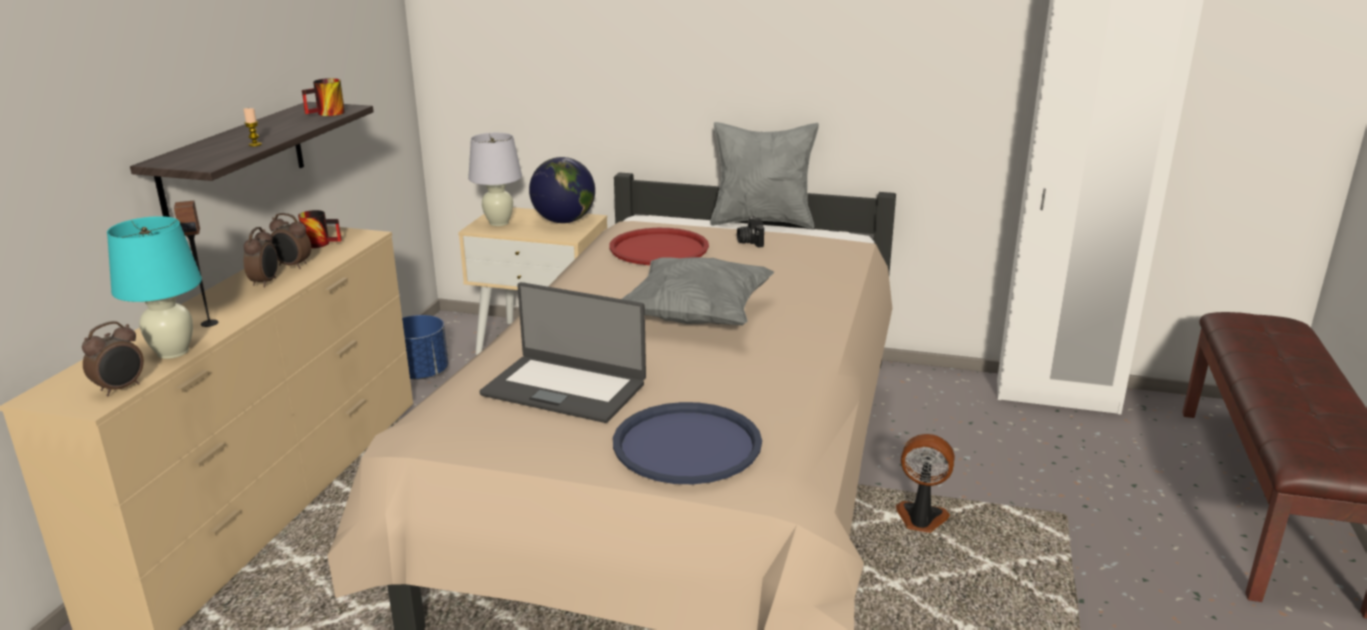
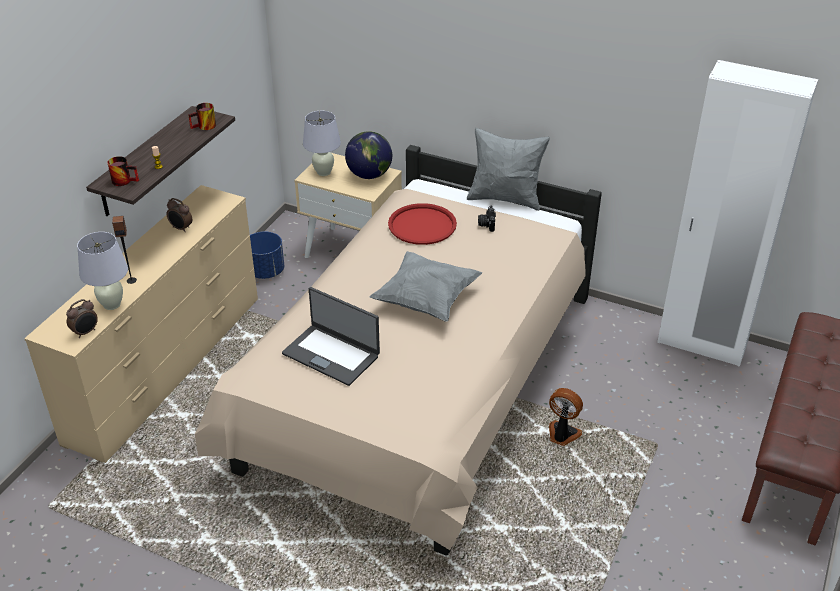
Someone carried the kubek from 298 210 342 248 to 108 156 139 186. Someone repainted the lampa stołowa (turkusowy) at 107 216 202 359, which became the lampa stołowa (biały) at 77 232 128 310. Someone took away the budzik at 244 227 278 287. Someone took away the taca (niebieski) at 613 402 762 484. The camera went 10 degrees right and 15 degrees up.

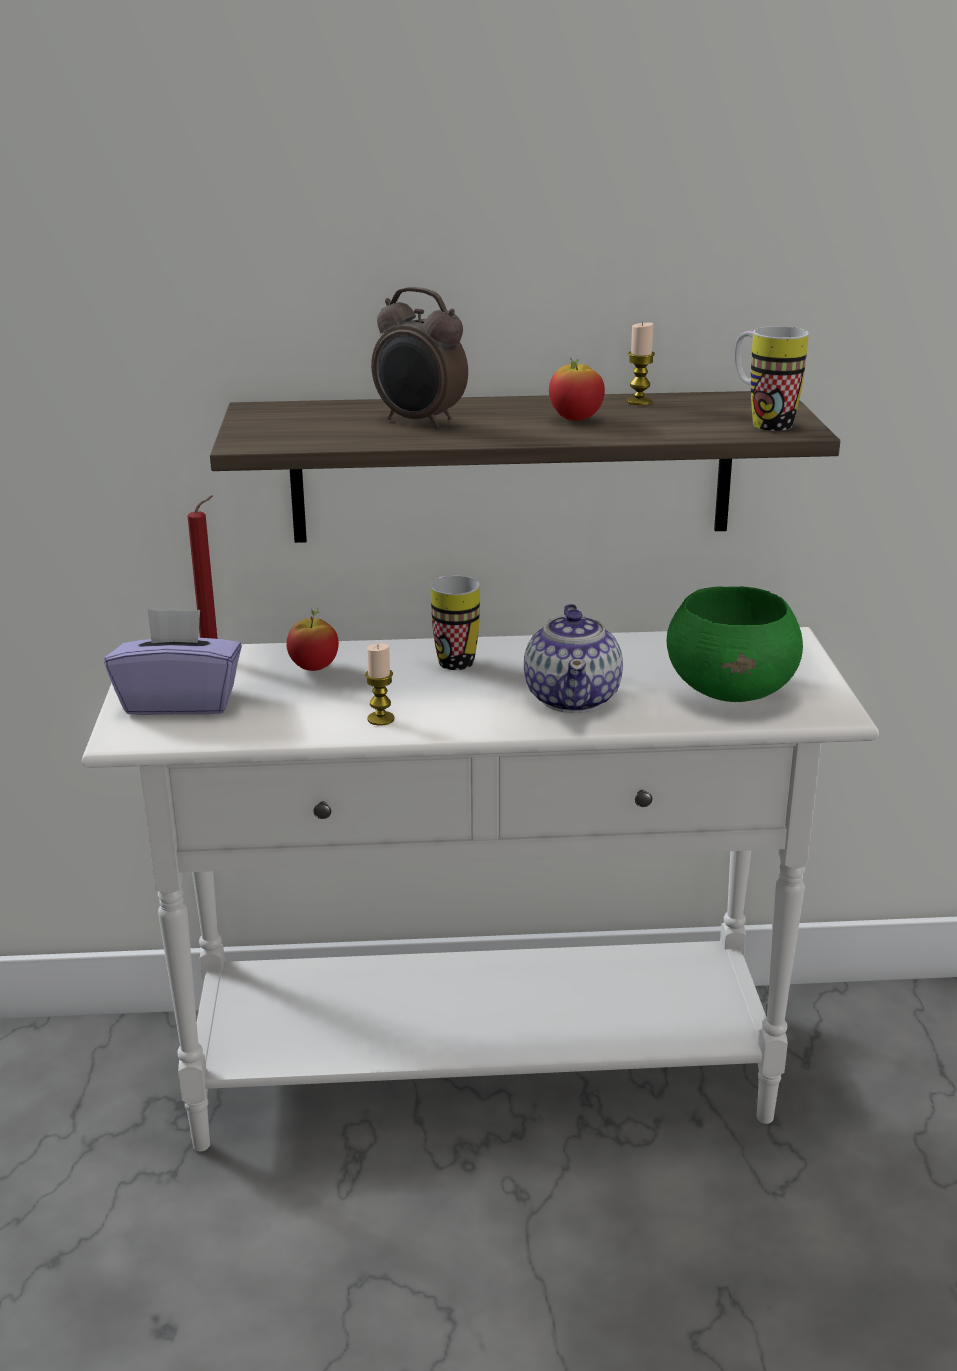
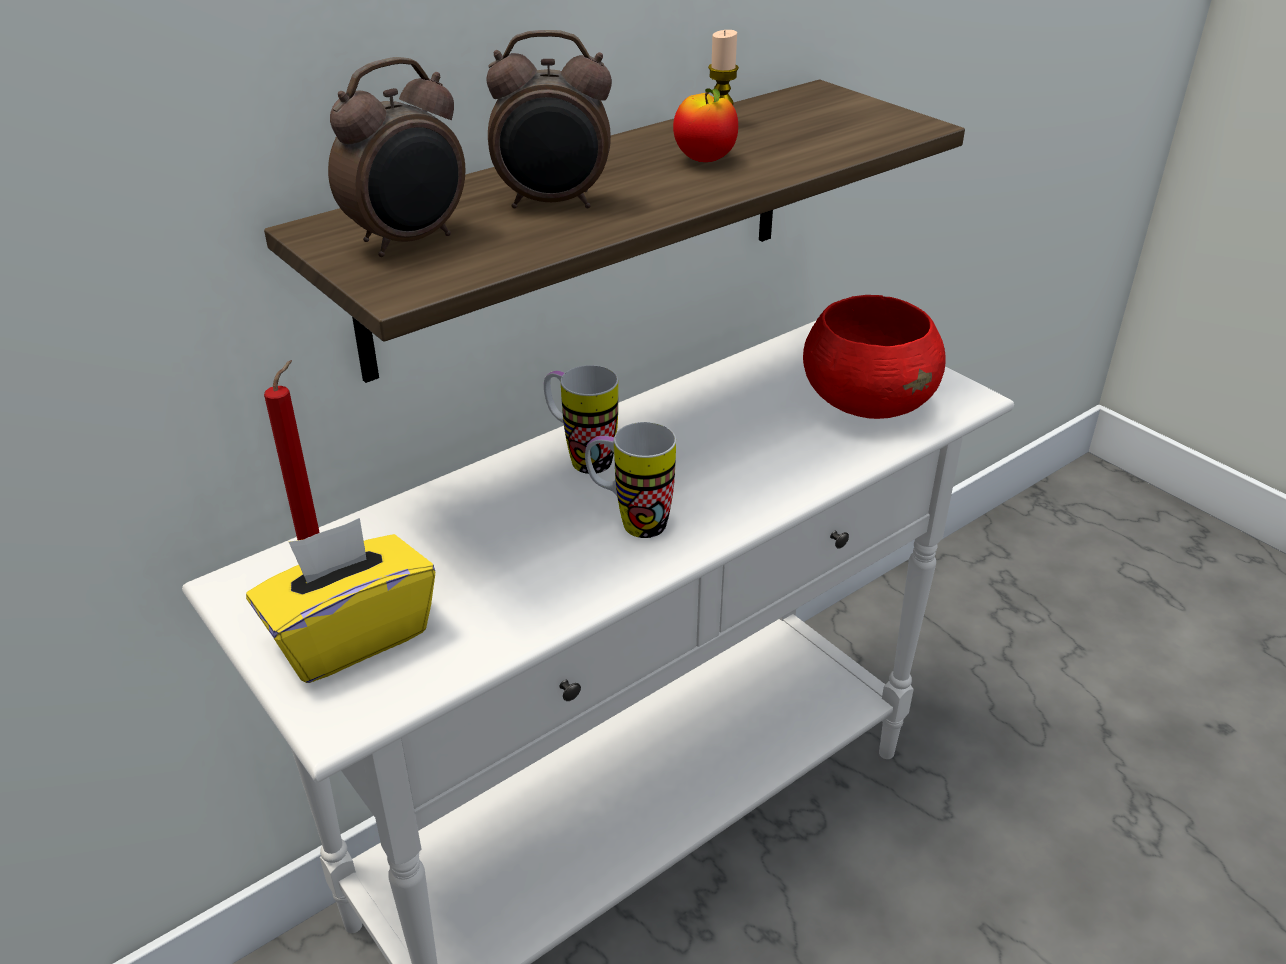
Someone carried the kubek from 734 326 809 431 to 585 422 676 538. Someone repainted the miska (zielony) at 667 586 803 702, which became the miska (czerwony) at 803 295 946 419. Someone took away the imbryk at 524 604 623 713. Someone took away the jabłko at 286 607 339 671. Someone repainted the pudełko chusteczek (fioletowy) at 104 609 242 715, which became the pudełko chusteczek (żółty) at 246 518 435 683. Someone took away the świeca at 365 643 394 726. Someone put down the budzik at 328 57 465 257. The camera went 35 degrees left and 10 degrees up.

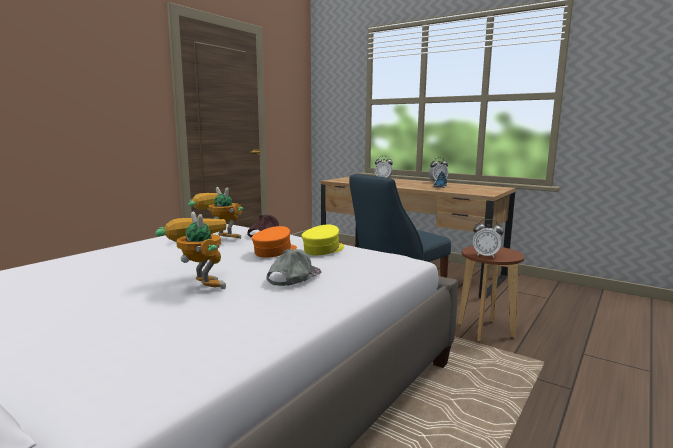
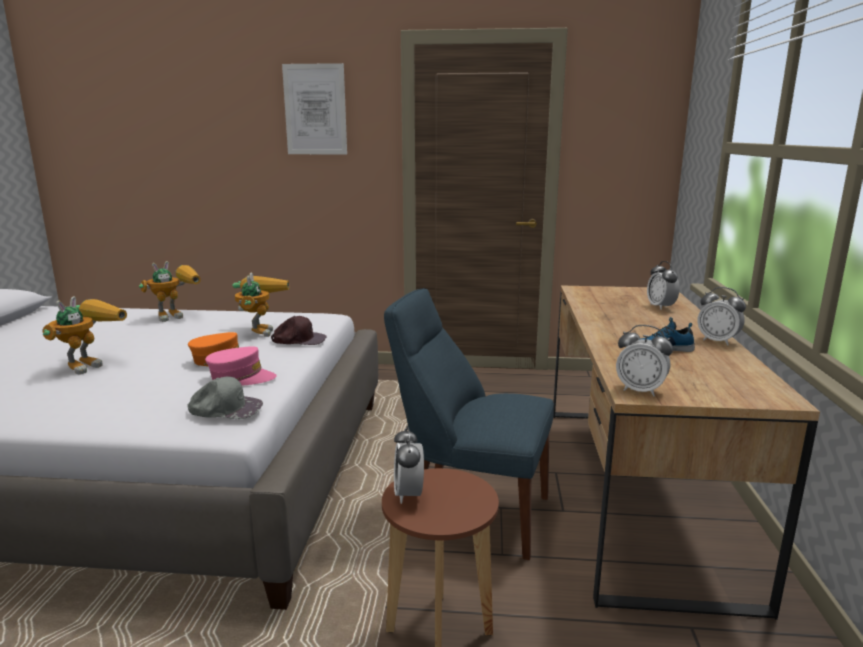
Someone repainted the czapka z daszkiem (żółty) at 302 225 344 255, which became the czapka z daszkiem (różowy) at 205 346 276 386. Someone carried the czapka z daszkiem (szary) from 267 249 321 286 to 187 377 263 419. Someone put up the obraz at 282 63 347 154. Someone put down the robot zabawkowy at 139 261 201 322. Someone put down the budzik at 616 325 673 396. The camera went 60 degrees right and 5 degrees up.

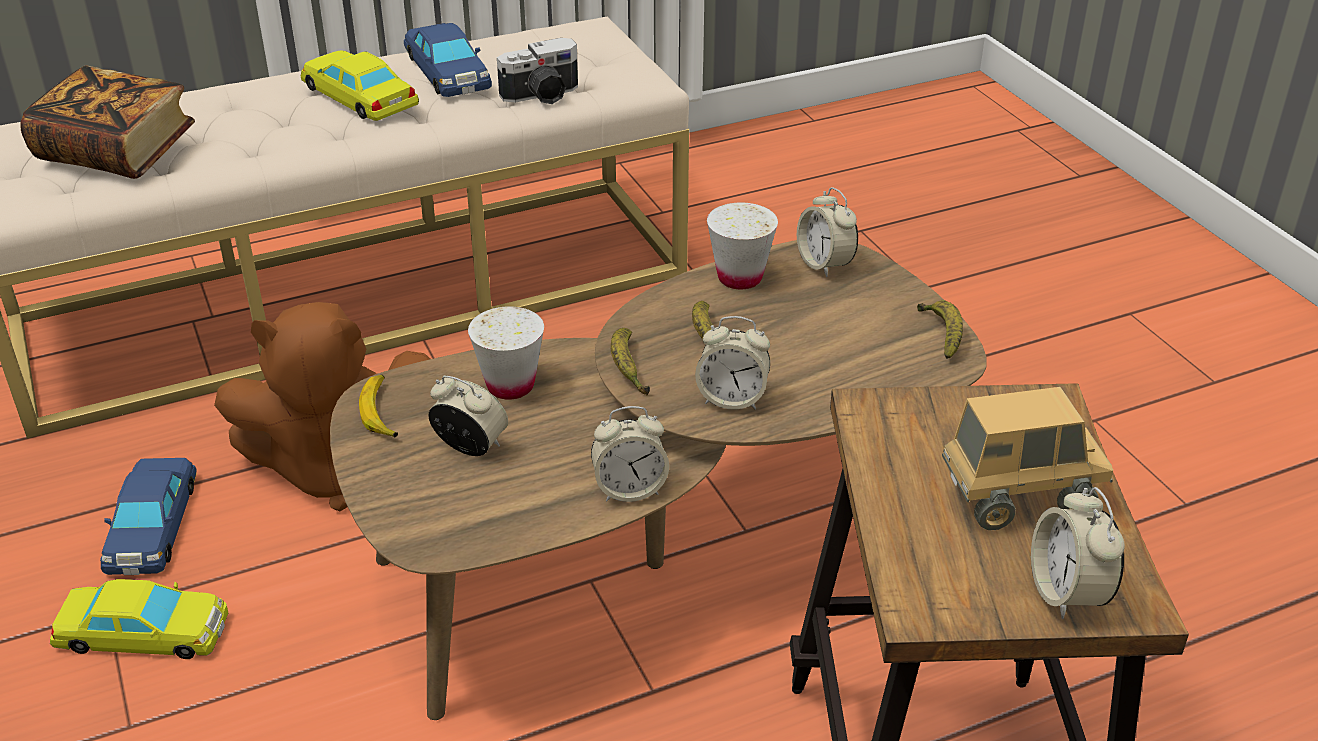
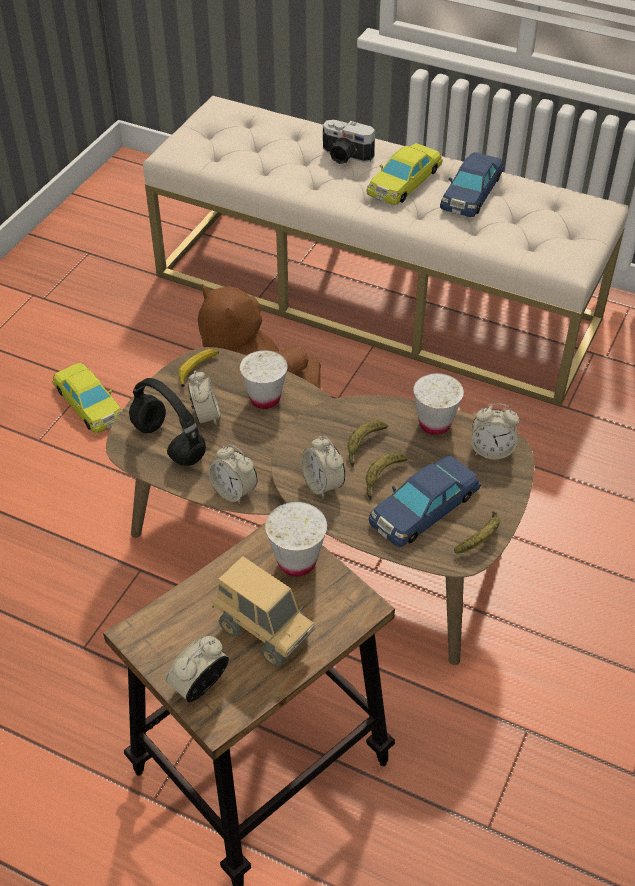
Someone carried the aparat fotograficzny from 497 38 578 104 to 323 120 375 164. Someone rotated the samochodzik (żółty) at 301 50 419 121 by 150 degrees counterclockwise. Someone took away the książka at 20 65 195 179. Someone rotated the budzik at 797 187 858 277 by 105 degrees counterclockwise. Someone carried the banan from 611 328 650 395 to 366 452 409 500. Someone carried the samochodzik (niebieski) from 100 458 196 575 to 369 456 481 547. Someone put down the słuchawki (czarny) at 129 378 206 466. Someone put down the filiżanka (biały) at 265 502 327 576. The camera went 50 degrees right and 10 degrees up.

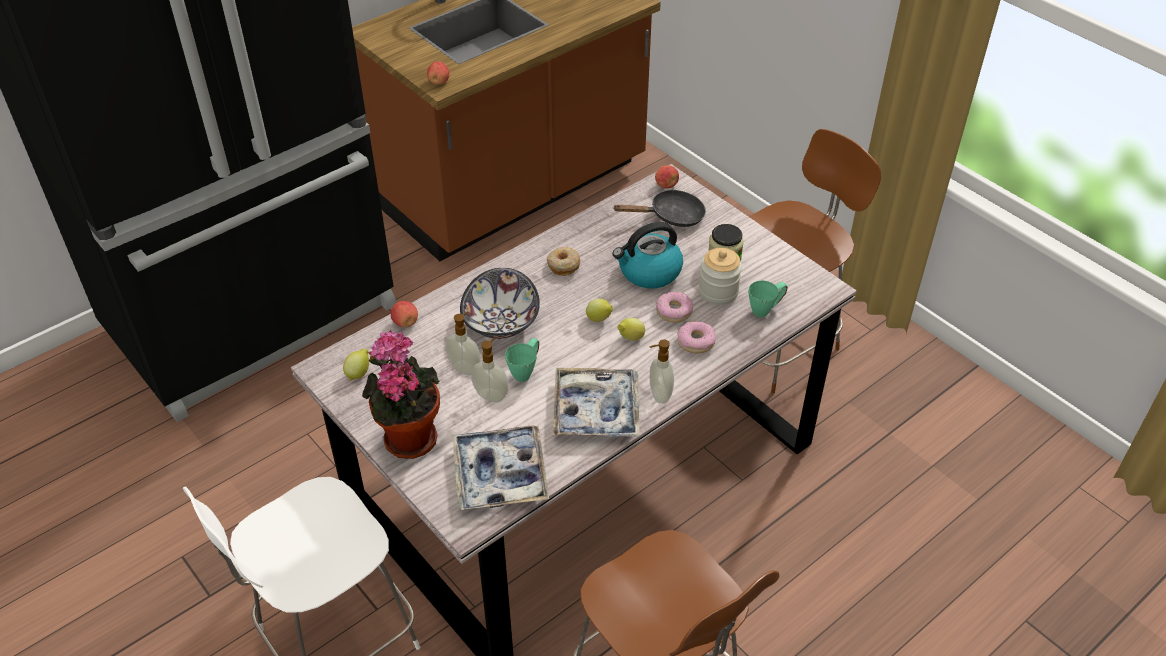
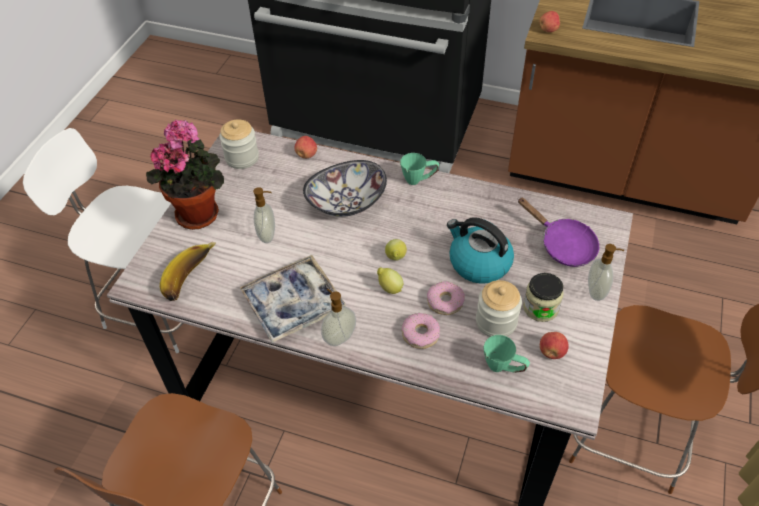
Someone carried the jabłko from 655 165 679 188 to 540 332 569 359. Someone repainted the patelnia (czarny) at 613 189 706 227, which became the patelnia (fioletowy) at 518 197 599 267. Someone took away the donut at 547 247 580 276. Someone carried the dozownik mydła from 446 311 481 375 to 588 244 624 301. Someone carried the kubek (zielony) from 505 338 539 382 to 400 153 439 185. Someone swapped the cytryna at 343 349 369 381 for the słoik at 219 119 259 169. Someone swapped the taca at 452 425 549 510 for the banan at 160 242 216 301. The camera went 60 degrees right and 5 degrees up.

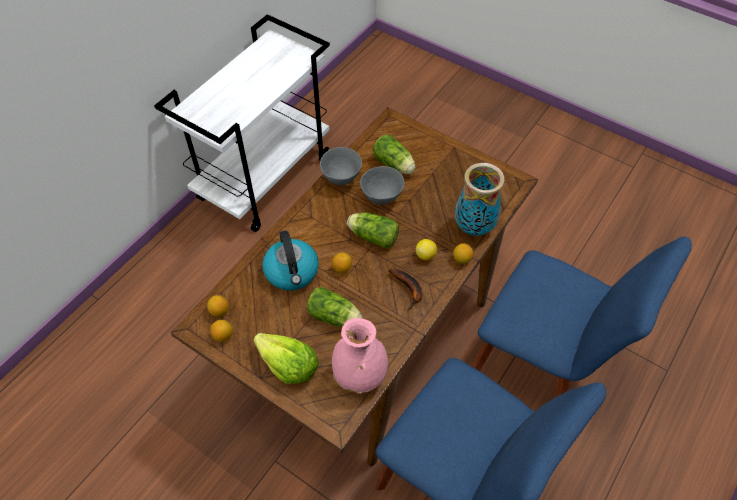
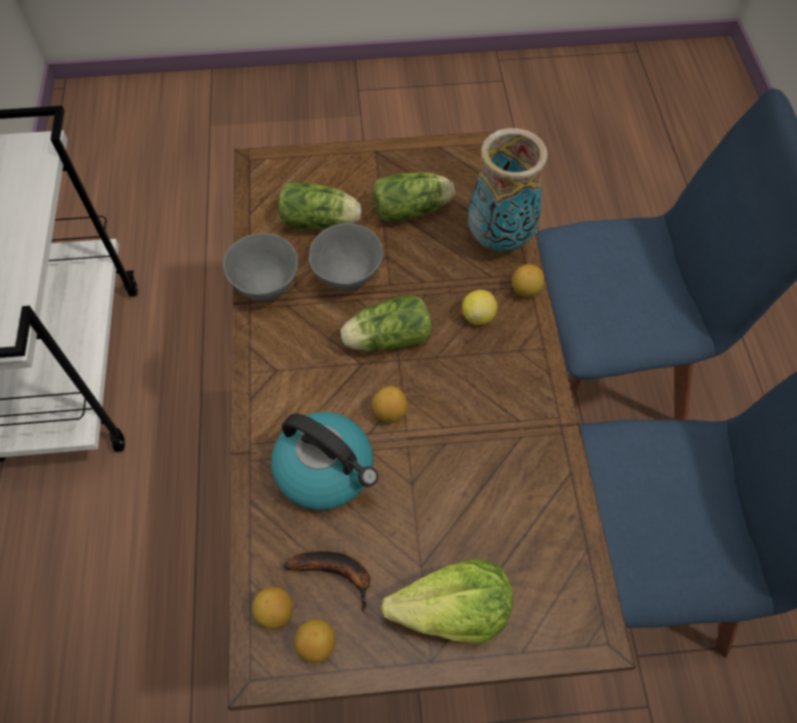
Someone carried the banan from 389 269 422 310 to 284 551 370 612. Someone carried the sałata from 307 287 362 327 to 373 172 455 222. Someone took away the wazon (różowy) at 332 318 388 394. The camera went 40 degrees left and 5 degrees up.

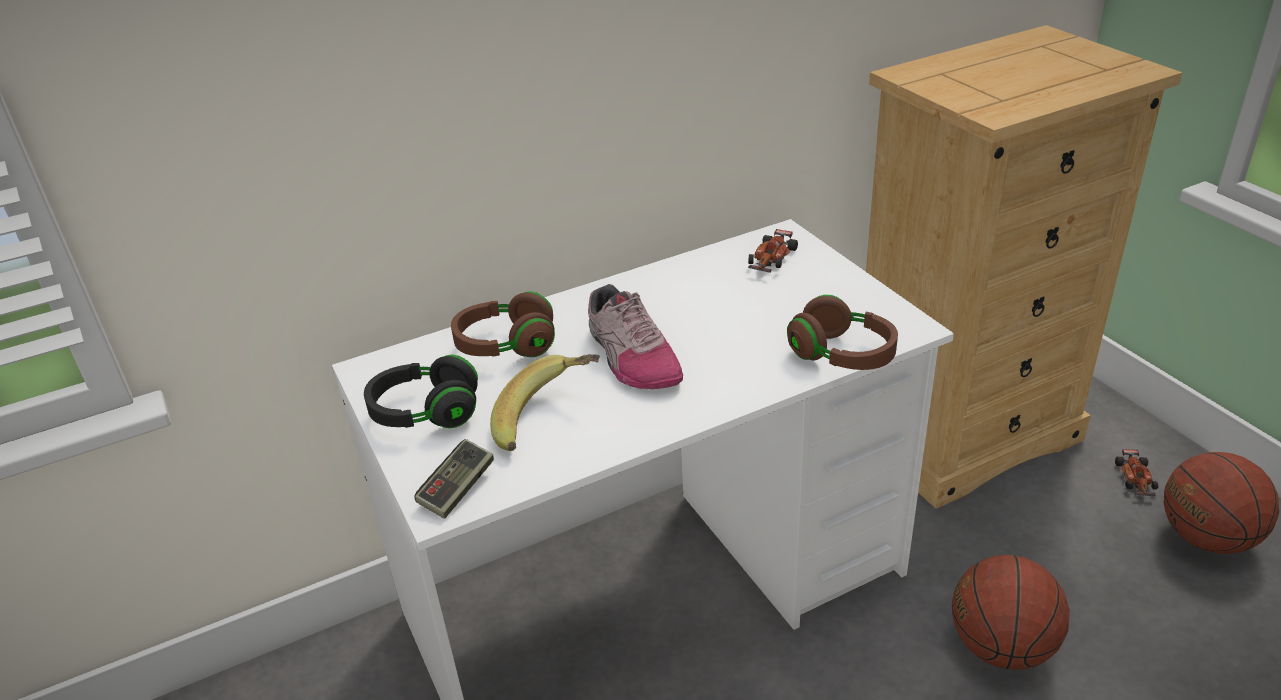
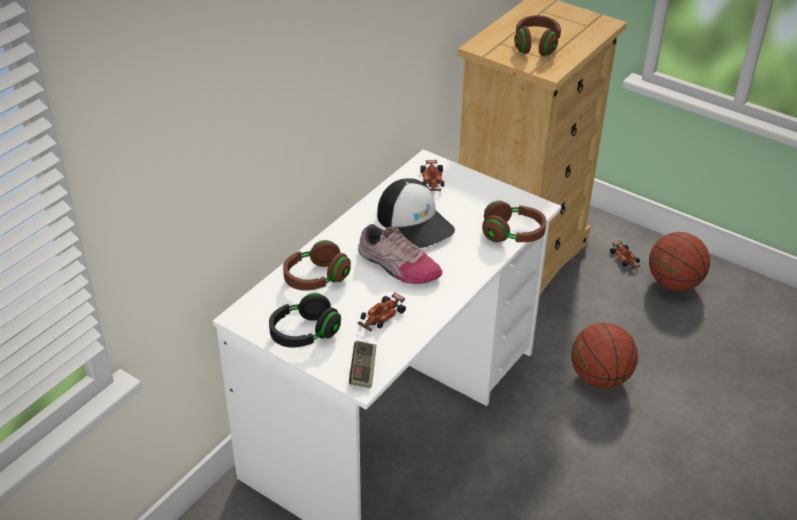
Someone swapped the banan at 490 354 600 451 for the samochodzik at 357 293 406 332. Someone put down the słuchawki (brązowy) at 514 15 561 56. Someone put down the czapka z daszkiem at 377 178 455 248. The camera went 30 degrees left and 5 degrees up.

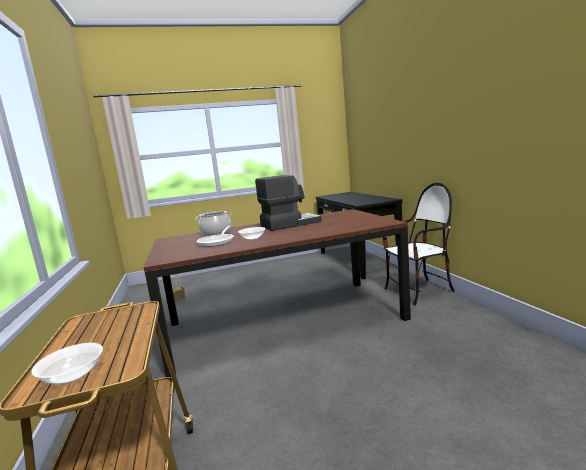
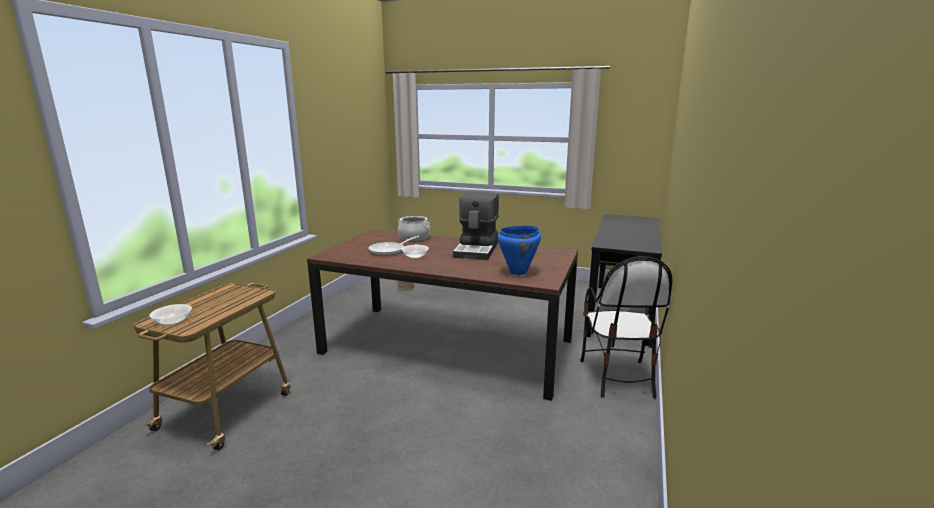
Someone rotated the ekspres do kawy at 255 175 322 231 by 90 degrees clockwise. Someone rotated the krzesło at 383 183 454 305 by 75 degrees clockwise. Someone put down the garnek (niebieski) at 498 226 541 275. The camera went 35 degrees right and 5 degrees up.

